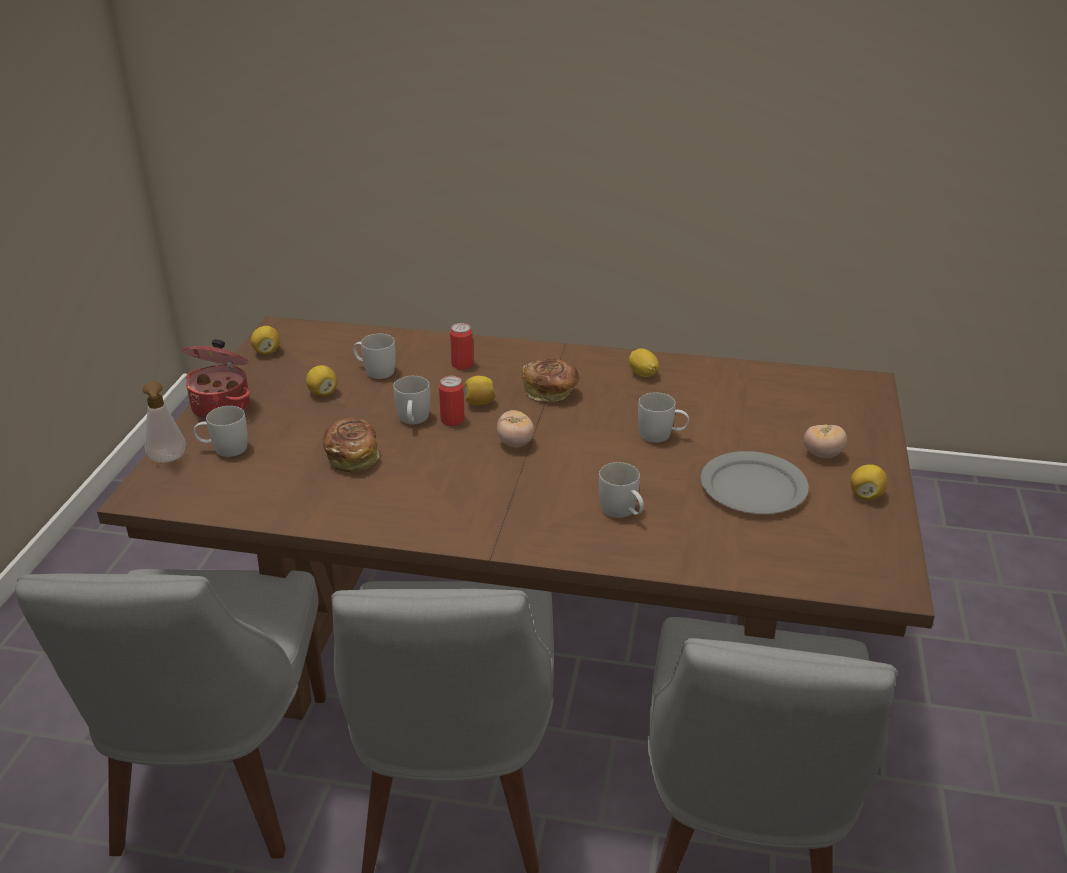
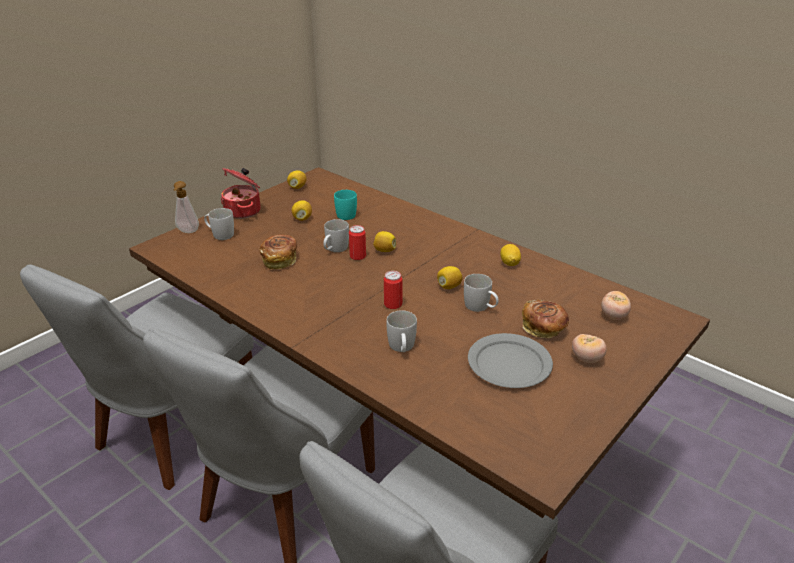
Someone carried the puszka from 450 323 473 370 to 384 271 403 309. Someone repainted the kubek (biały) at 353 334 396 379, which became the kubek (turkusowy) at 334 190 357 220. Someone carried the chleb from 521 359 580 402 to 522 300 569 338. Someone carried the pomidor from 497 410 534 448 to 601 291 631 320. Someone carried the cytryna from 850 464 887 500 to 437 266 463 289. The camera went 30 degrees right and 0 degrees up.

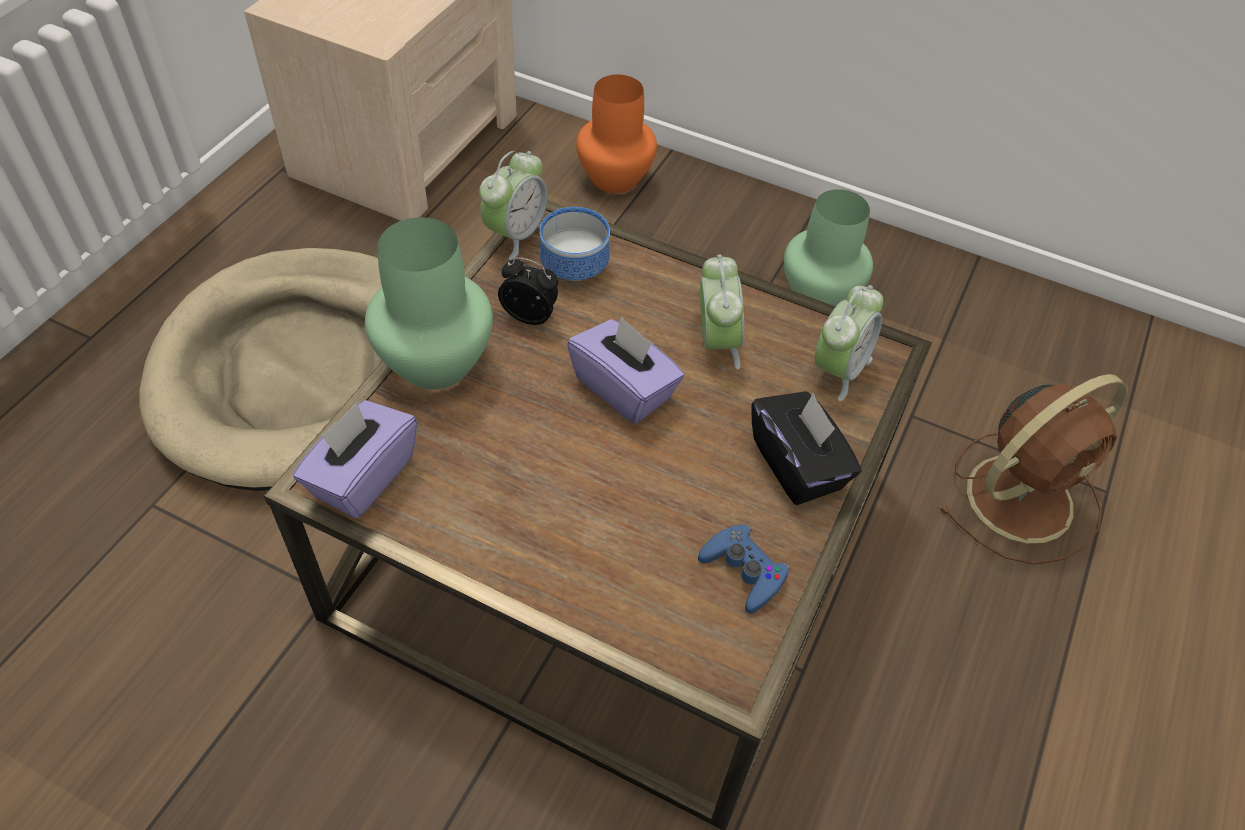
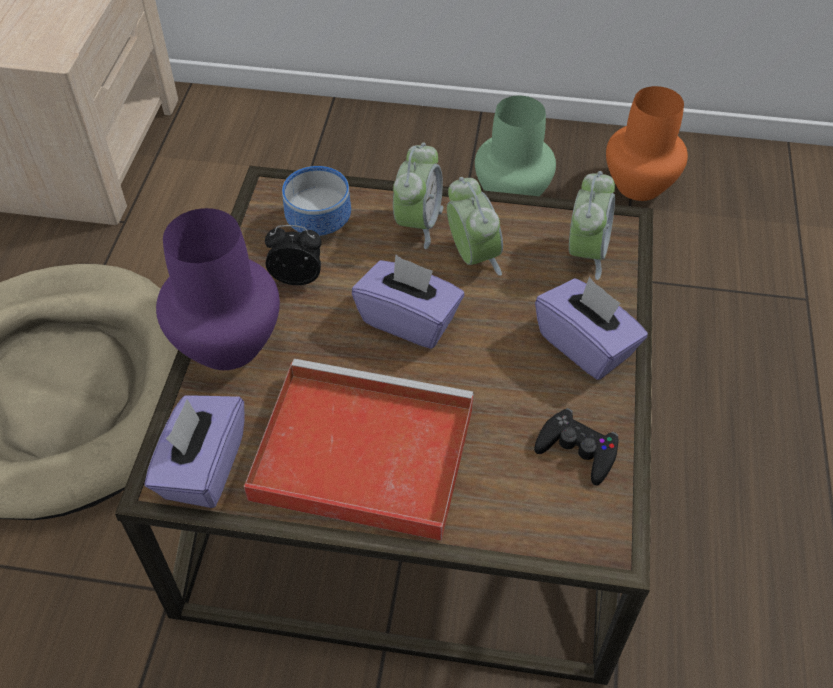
Someone carried the wazon (pomarańczowy) from 576 75 657 193 to 606 86 688 201. Someone carried the budzik from 479 151 548 260 to 393 143 444 249. Someone repainted the wazon (zielony) at 365 217 493 389, which became the wazon (fioletowy) at 156 208 280 370. Someone took away the wentylator (brązowy) at 939 374 1128 565. Someone repainted the pudełko chusteczek (czarny) at 751 391 861 505, which became the pudełko chusteczek (fioletowy) at 535 277 648 380. Someone repainted the pad do gier (niebieski) at 698 524 790 614, which became the pad do gier (czarny) at 534 408 619 486. Someone put down the taca (czerwony) at 244 359 474 541. The camera went 15 degrees left and 0 degrees up.

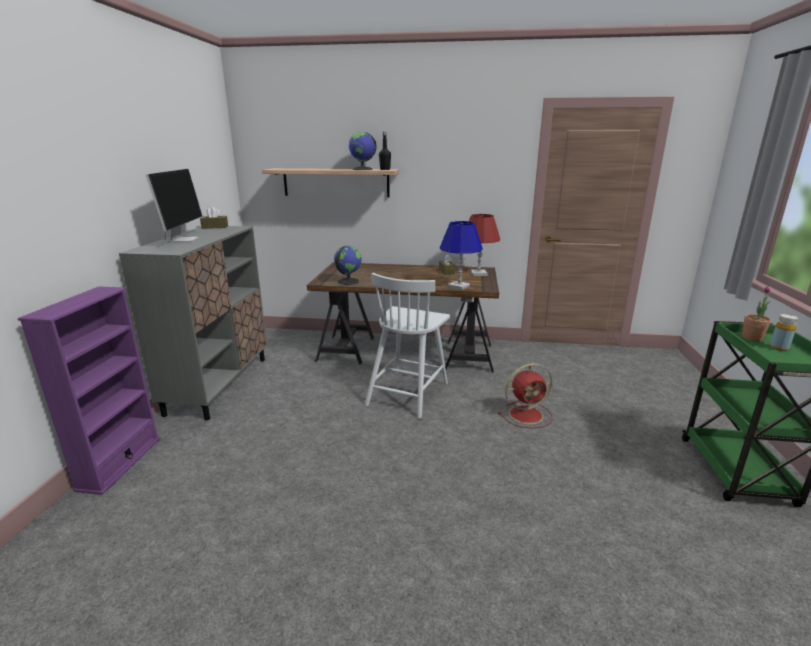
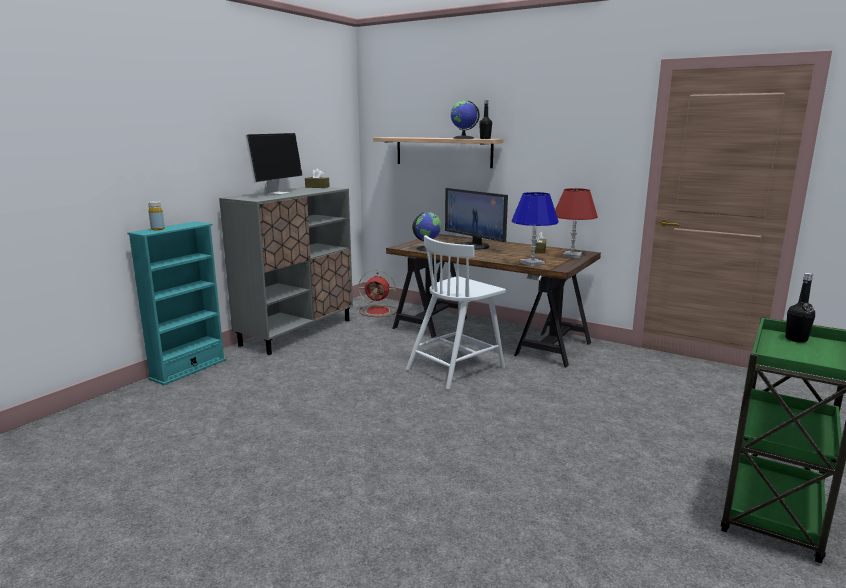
Someone repainted the regał (fioletowy) at 18 286 161 495, which became the regał (turkusowy) at 128 221 226 385. Someone swapped the roślina doniczkowa at 742 286 771 341 for the butelka (czarny) at 785 273 815 343. Someone carried the butelka (żółty) from 770 314 798 351 to 148 201 165 230. Someone carried the wentylator (czerwony) from 498 363 553 428 to 359 270 397 317. Someone put down the monitor at 445 188 508 250. The camera went 25 degrees right and 5 degrees down.

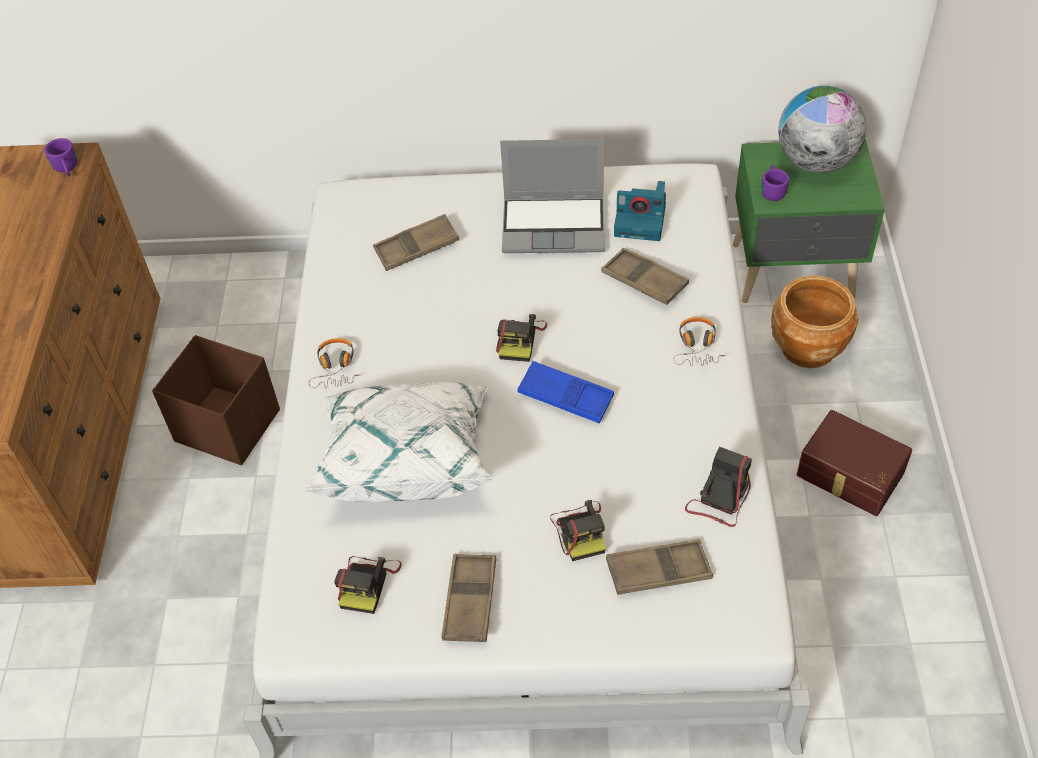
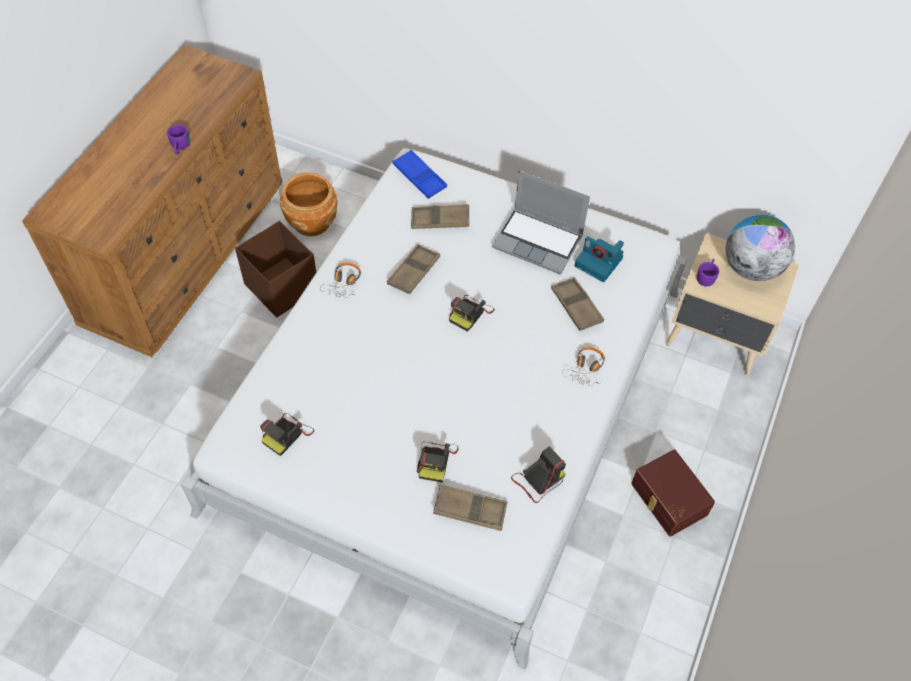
Someone carried the kubek (fioletowy) from 44 138 78 177 to 167 124 190 155. Someone repainted the szafka nocna (zielony) at 733 139 885 303, which became the szafka nocna (beżowy) at 666 233 799 375. Someone carried the donica (brązowy) from 771 276 859 368 to 280 172 337 236. Someone carried the taca (niebieski) from 518 361 614 424 to 392 150 447 199. Someone took away the poduszka (biały) at 301 382 497 502. Someone carried the taca (brązowy) from 441 554 497 642 to 387 244 440 294. The camera went 20 degrees right and 5 degrees up.

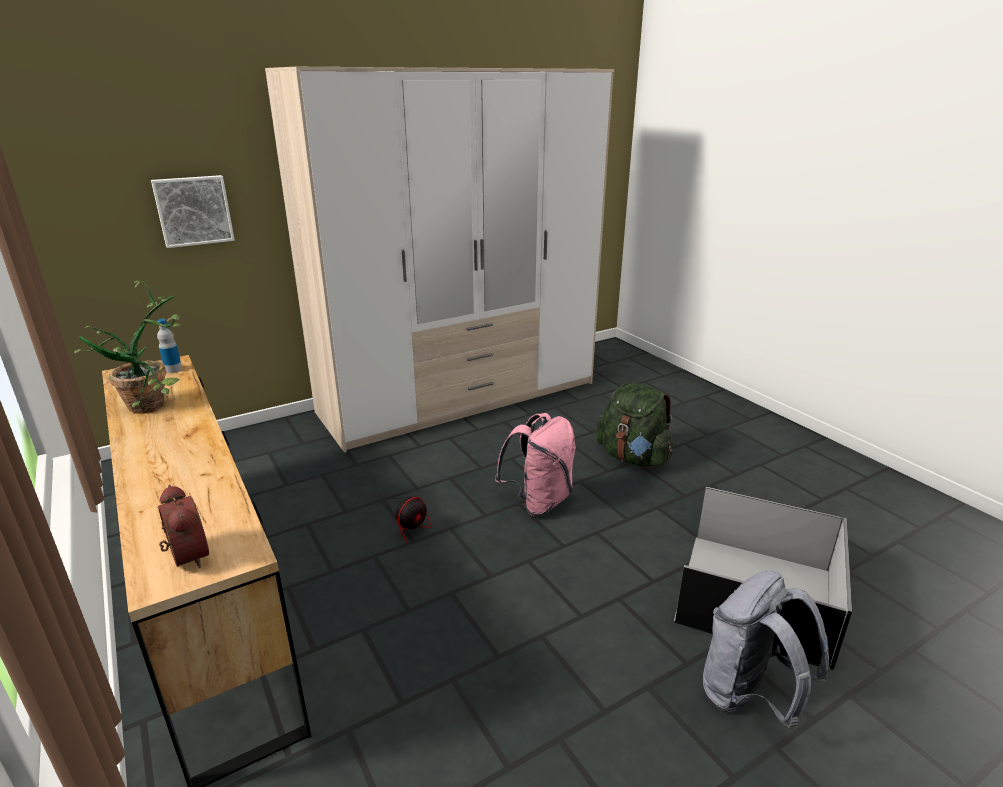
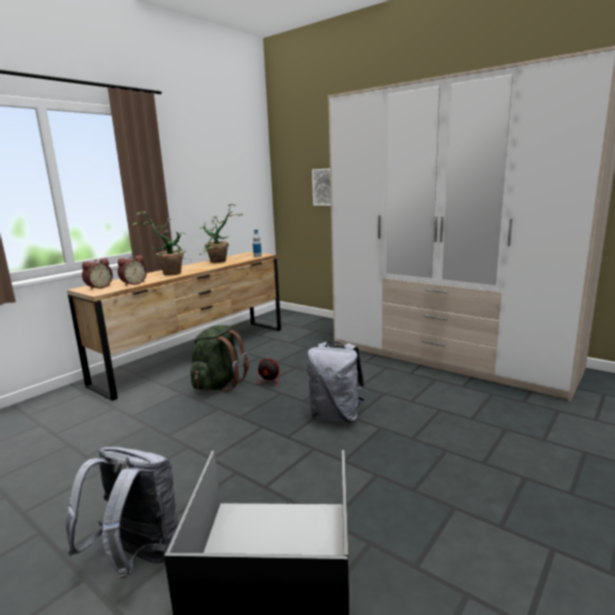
Someone carried the plecak (zielony) from 596 382 673 467 to 190 325 249 391. Someone repainted the plecak (różowy) at 495 413 576 516, which became the plecak (szary) at 307 342 365 423. Someone put down the roślina doniczkowa at 132 211 191 275. Someone put down the budzik at 118 255 147 286. The camera went 70 degrees right and 10 degrees down.

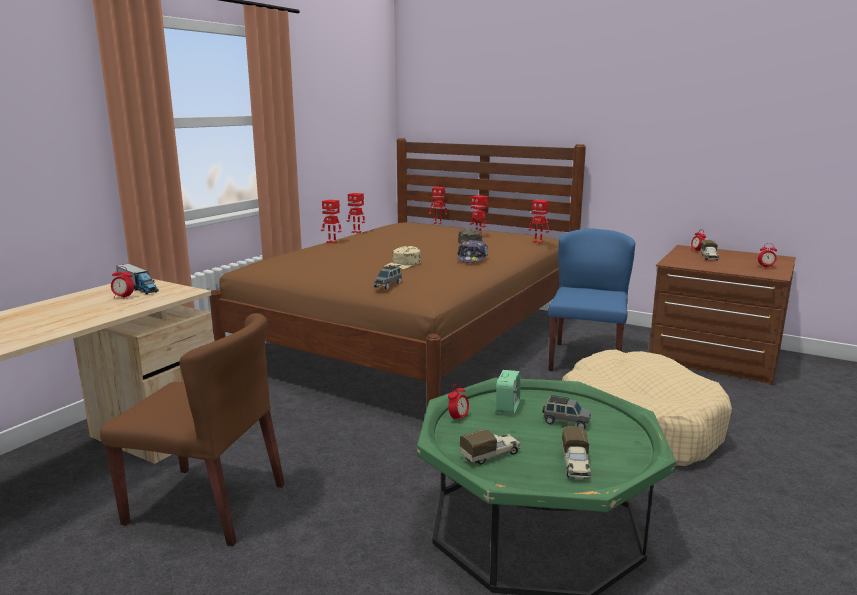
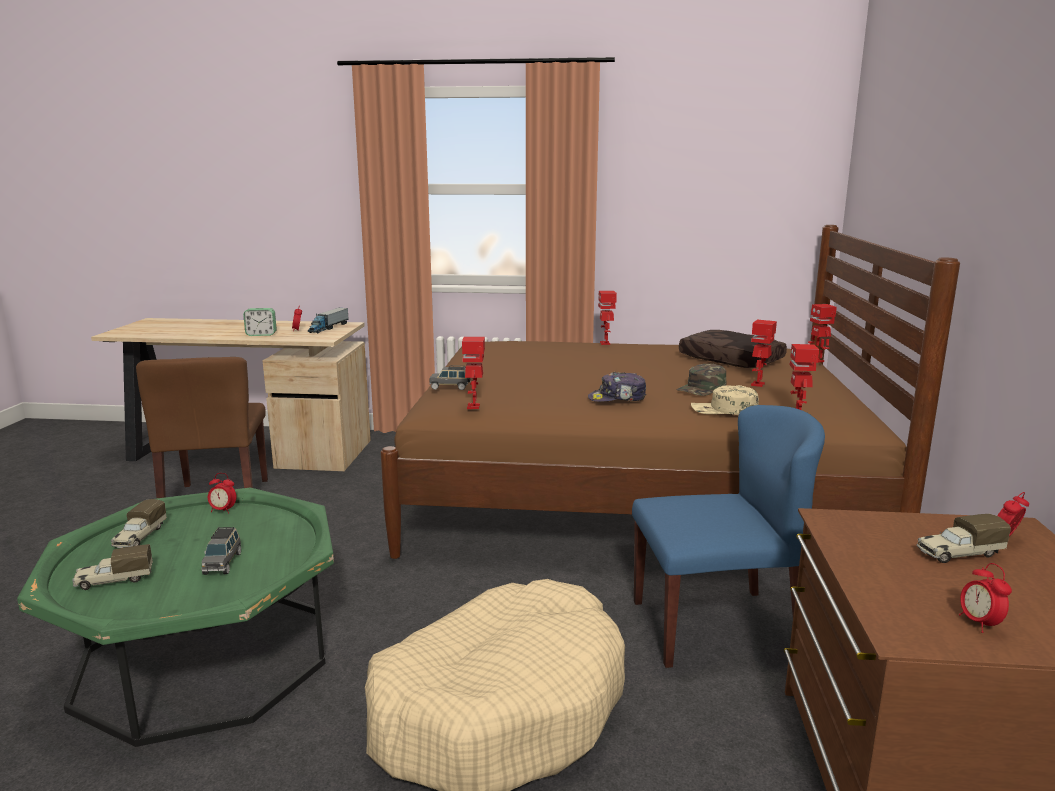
Someone carried the robot zabawkowy from 346 193 365 233 to 462 337 485 409. Someone carried the czapka z daszkiem (beżowy) from 383 246 421 269 to 691 385 759 415. Someone carried the budzik from 496 370 520 414 to 243 308 277 336. Someone rotated the ciężarówka zabawkowa at 460 429 521 465 by 60 degrees clockwise. Someone put down the poduszka (brązowy) at 679 330 787 368. The camera went 65 degrees right and 0 degrees up.

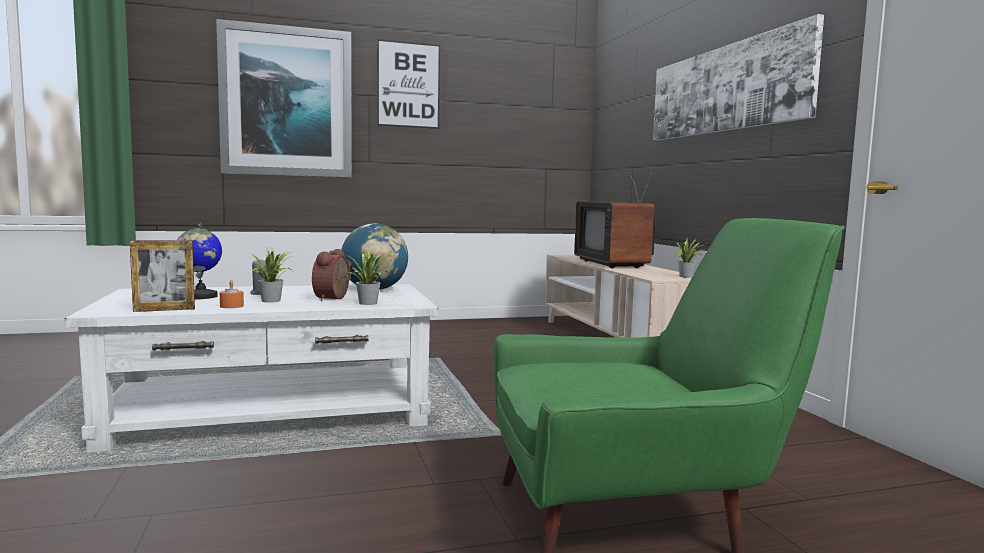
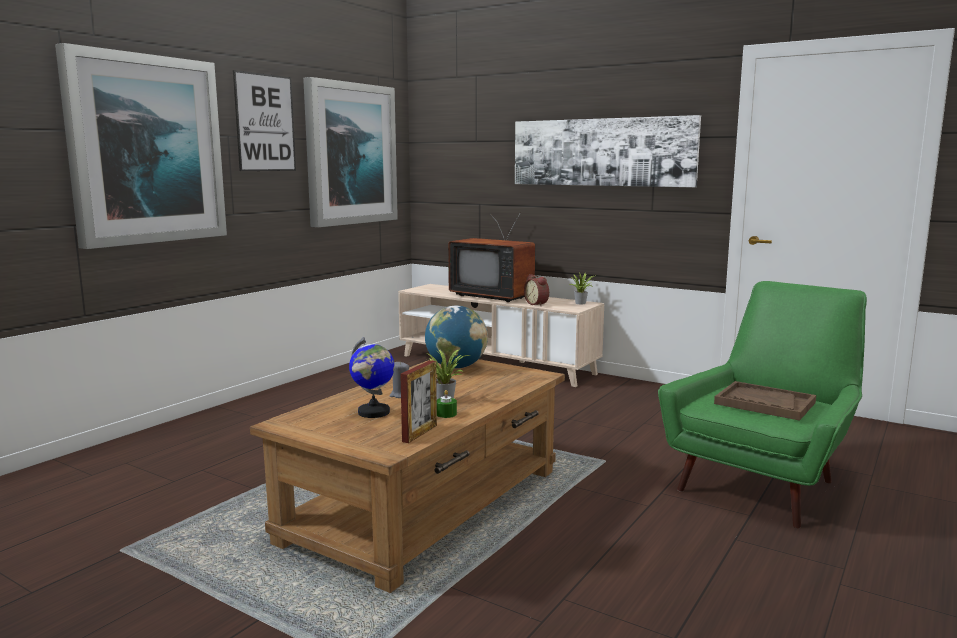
Someone carried the budzik from 312 249 351 301 to 524 274 549 306. Someone took away the roślina doniczkowa at 347 250 392 305. Someone repainted the świeca (pomarańczowy) at 220 280 244 308, which became the świeca (zielony) at 437 390 457 418. Someone repainted the ława (biały) at 64 284 439 453, which became the ława (brązowy) at 250 359 565 593. Someone put up the obraz at 303 77 398 228. Someone put down the taca (brązowy) at 714 381 816 421. The camera went 40 degrees left and 5 degrees up.

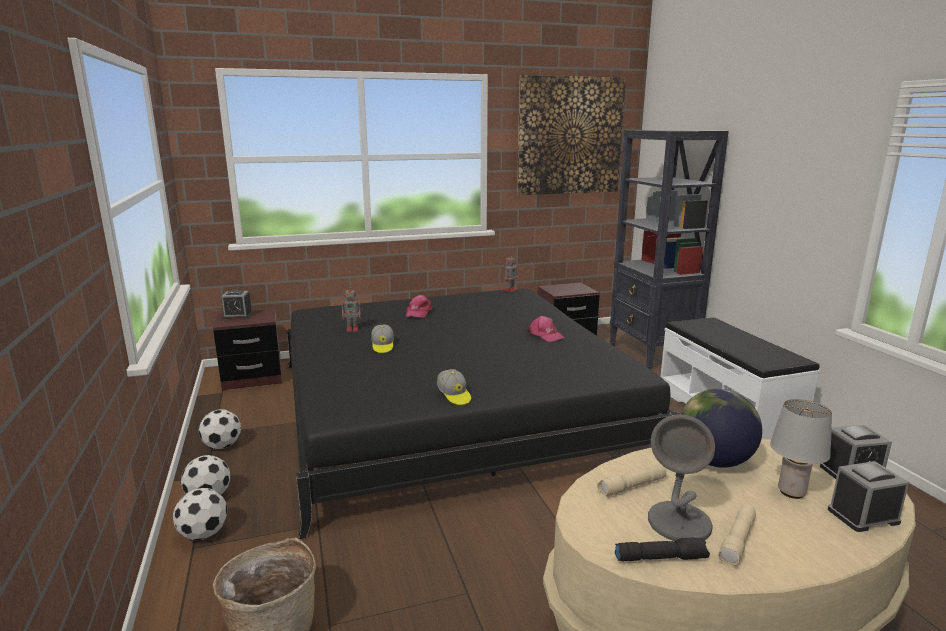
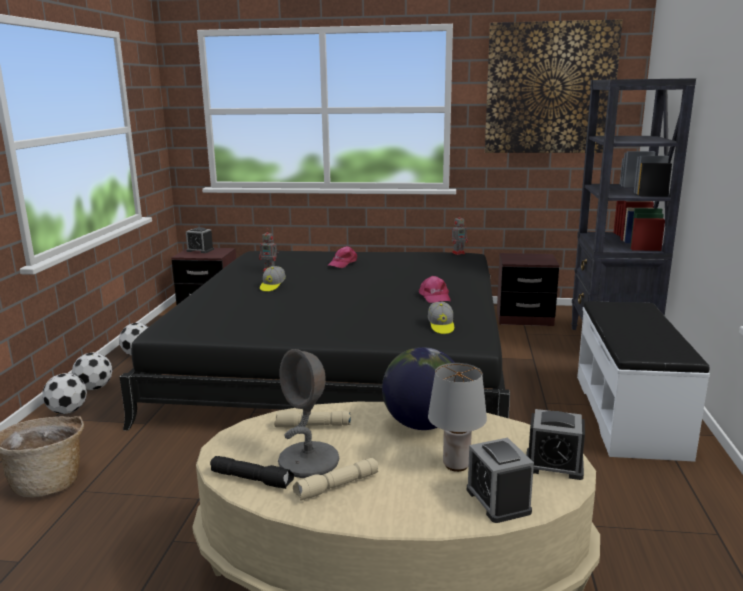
Someone carried the czapka z daszkiem from 437 369 471 405 to 428 302 454 334. Someone rotated the budzik at 828 461 909 532 by 120 degrees counterclockwise. The camera went 25 degrees right and 0 degrees up.

